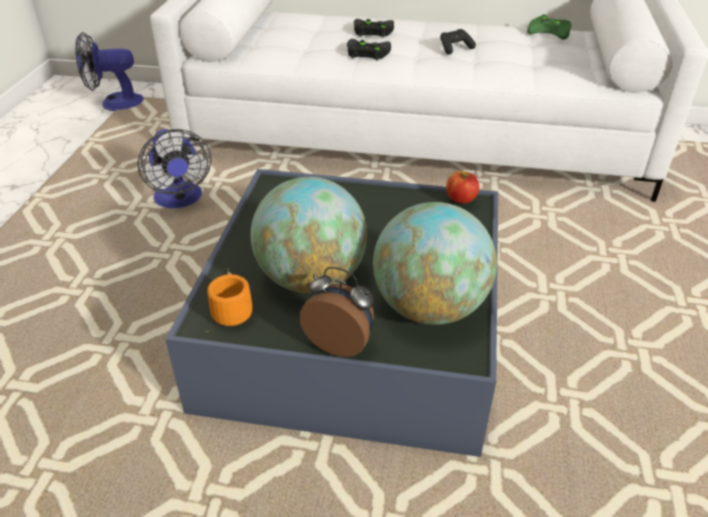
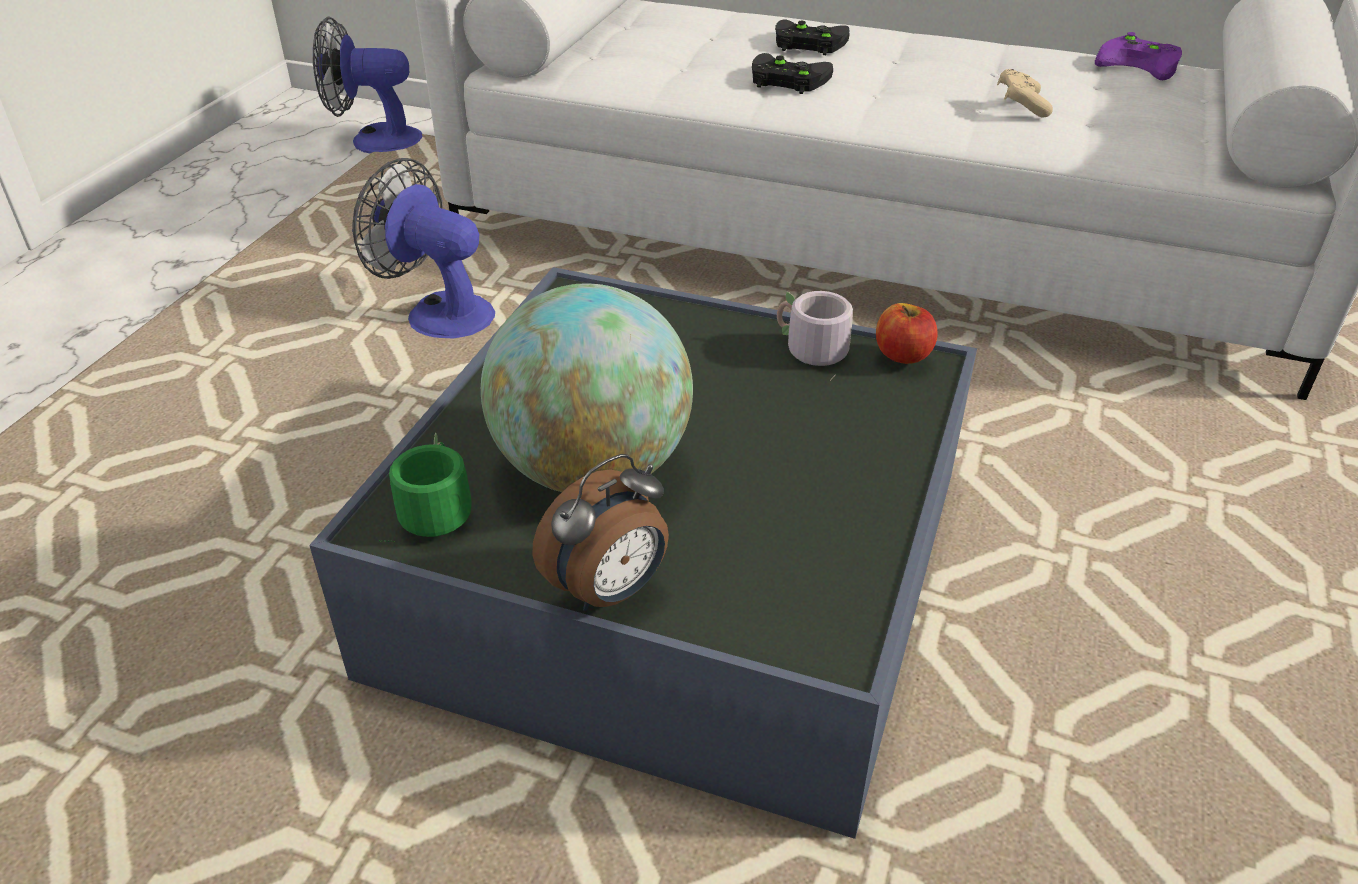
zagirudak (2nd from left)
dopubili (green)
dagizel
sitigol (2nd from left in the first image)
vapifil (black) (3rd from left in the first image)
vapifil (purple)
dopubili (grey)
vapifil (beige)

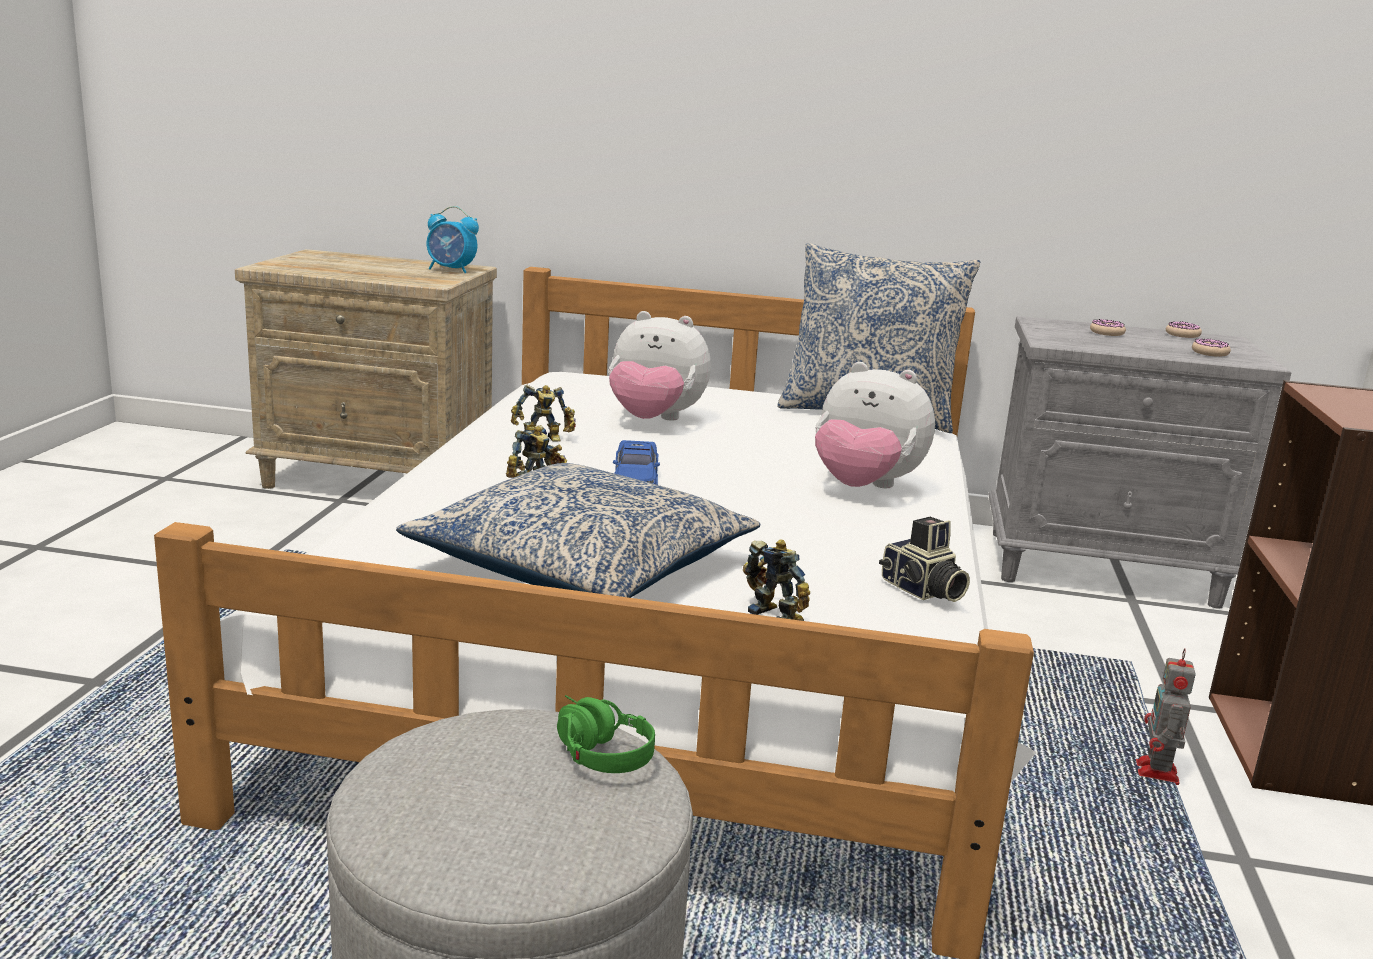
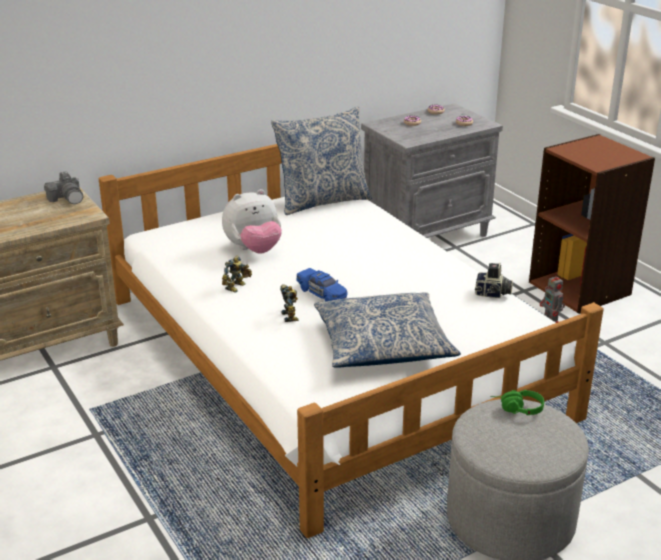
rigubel (1st from left)
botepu (3rd from left in the first image)
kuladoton (2nd from left in the first image)

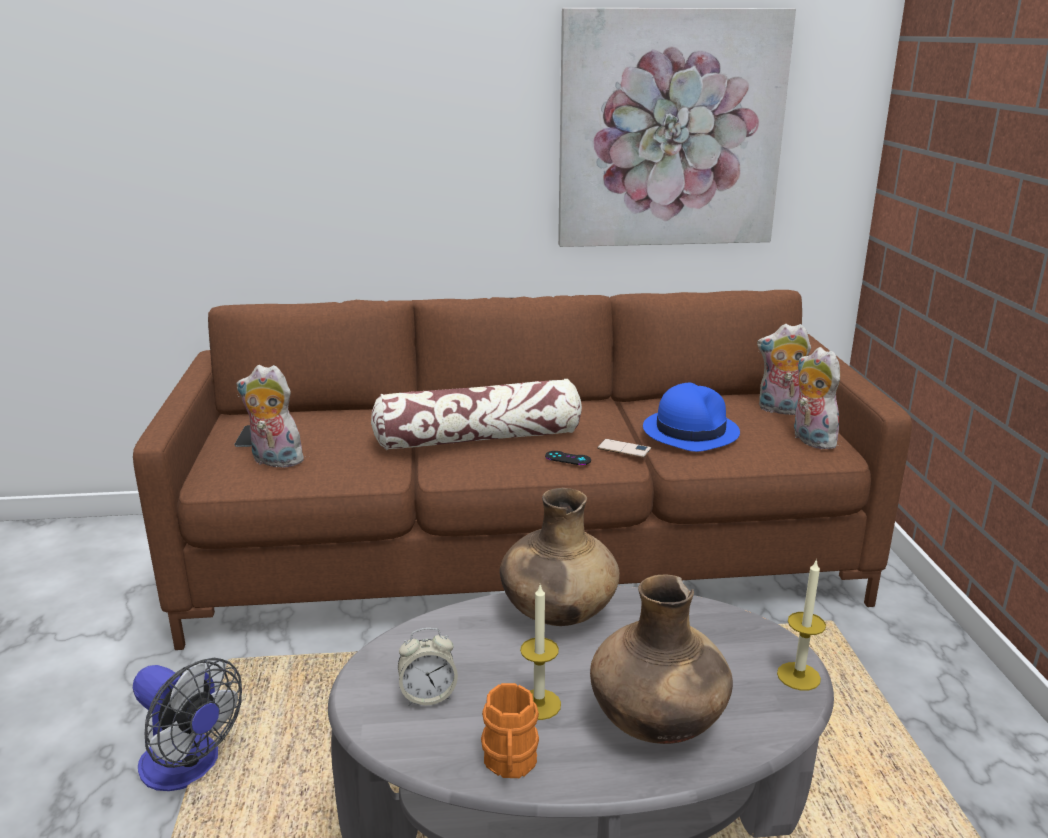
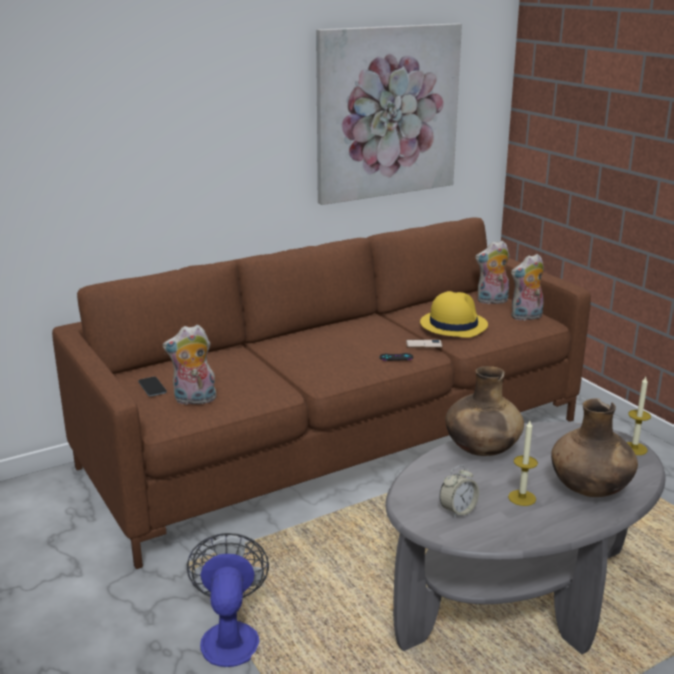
zagirudak
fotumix
dopubili (orange)
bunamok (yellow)
kuladoton (3rd from left)

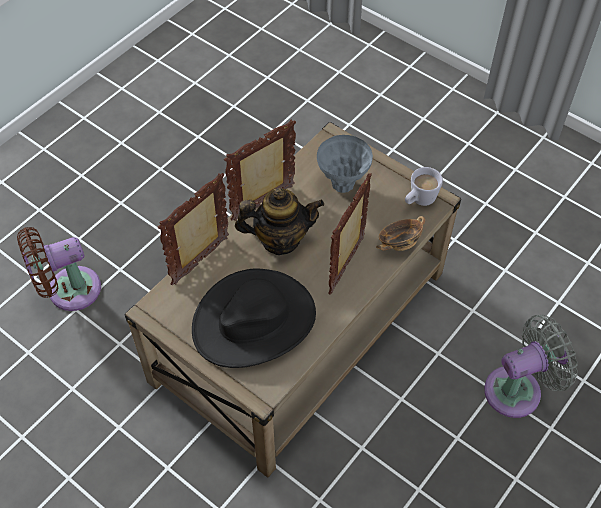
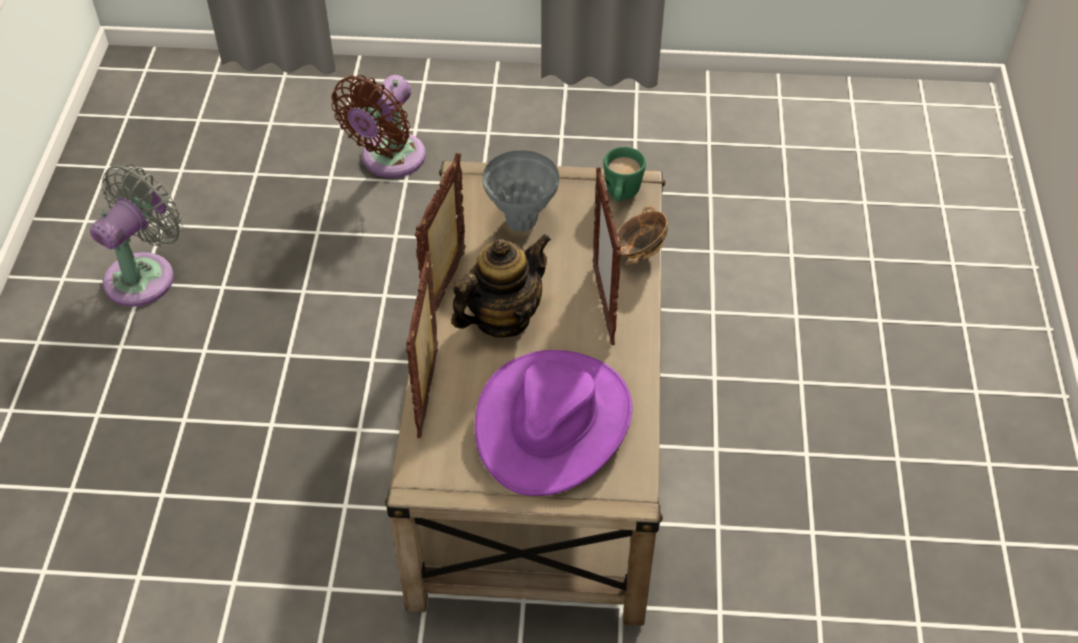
zagirudak (brown)
bunamok (purple)
dopubili (green)
zagirudak (grey)

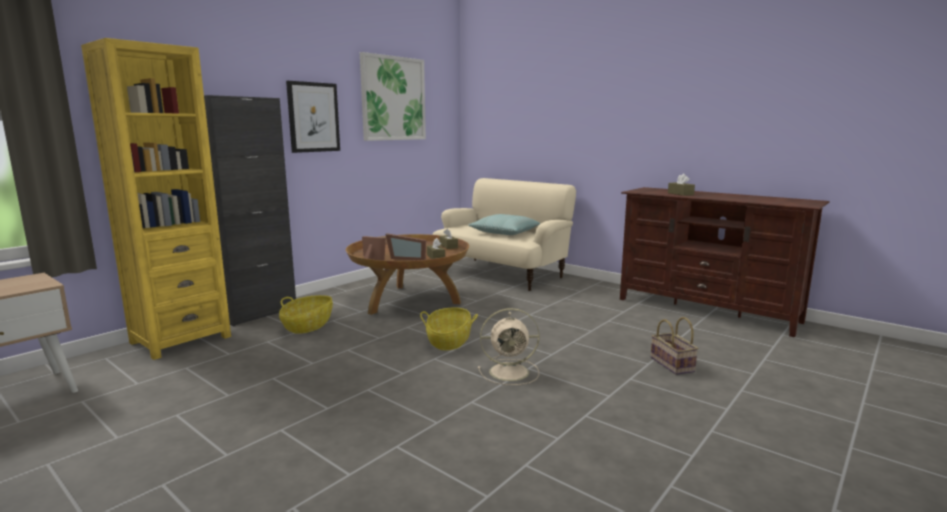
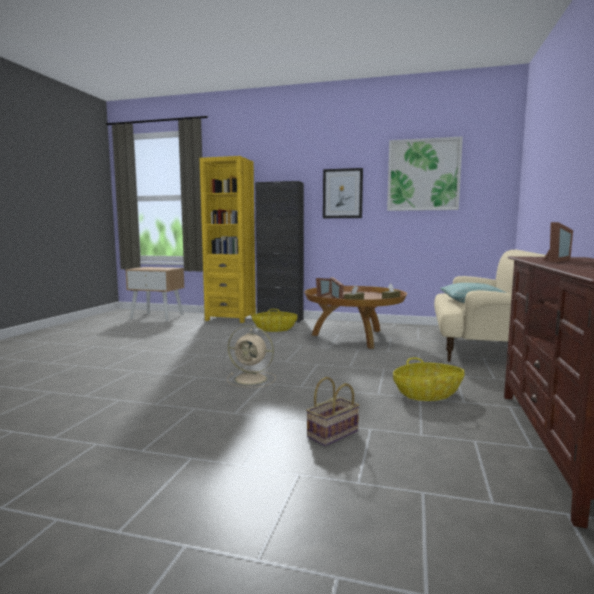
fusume (3rd from left)
zagirudak (beige)
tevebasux (3rd from left)

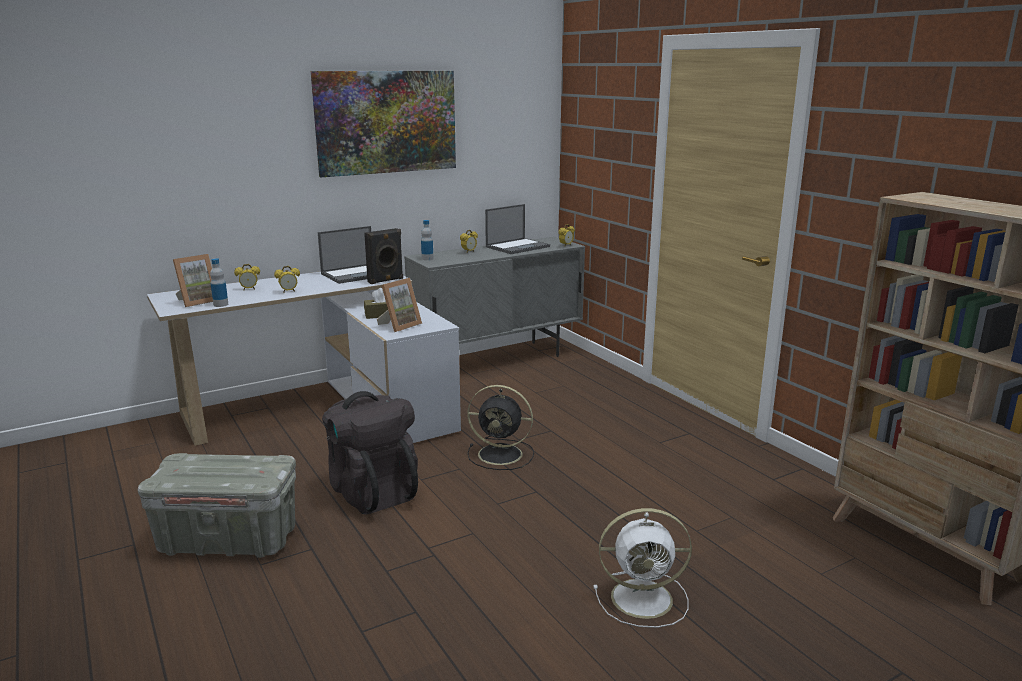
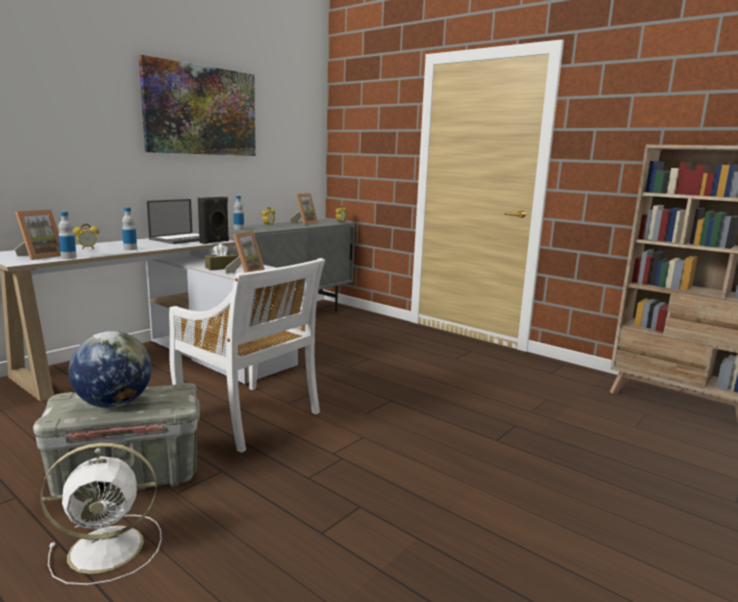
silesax (2nd from left)
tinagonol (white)
zagirudak (black)
tevebasux (3rd from left)
zagirudak (white)
sitigol

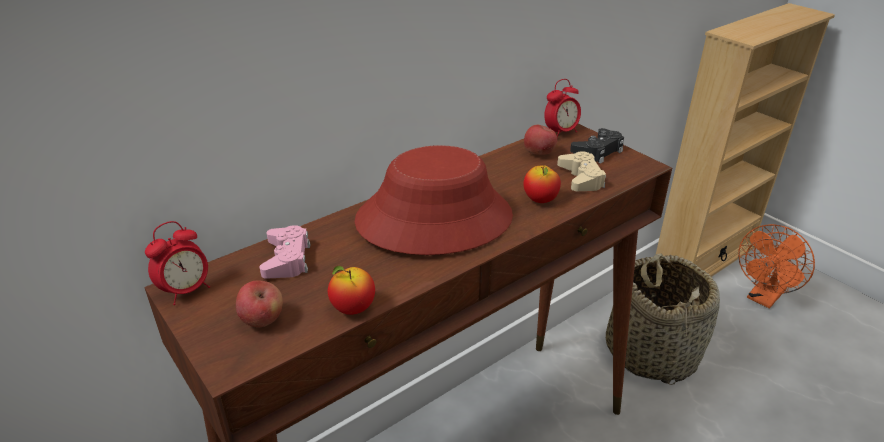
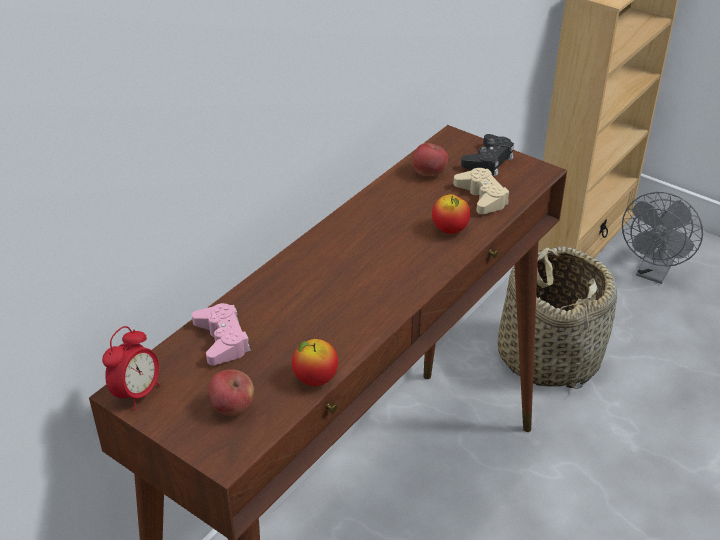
bunamok (red)
dagizel (2nd from left in the first image)
zagirudak (grey)

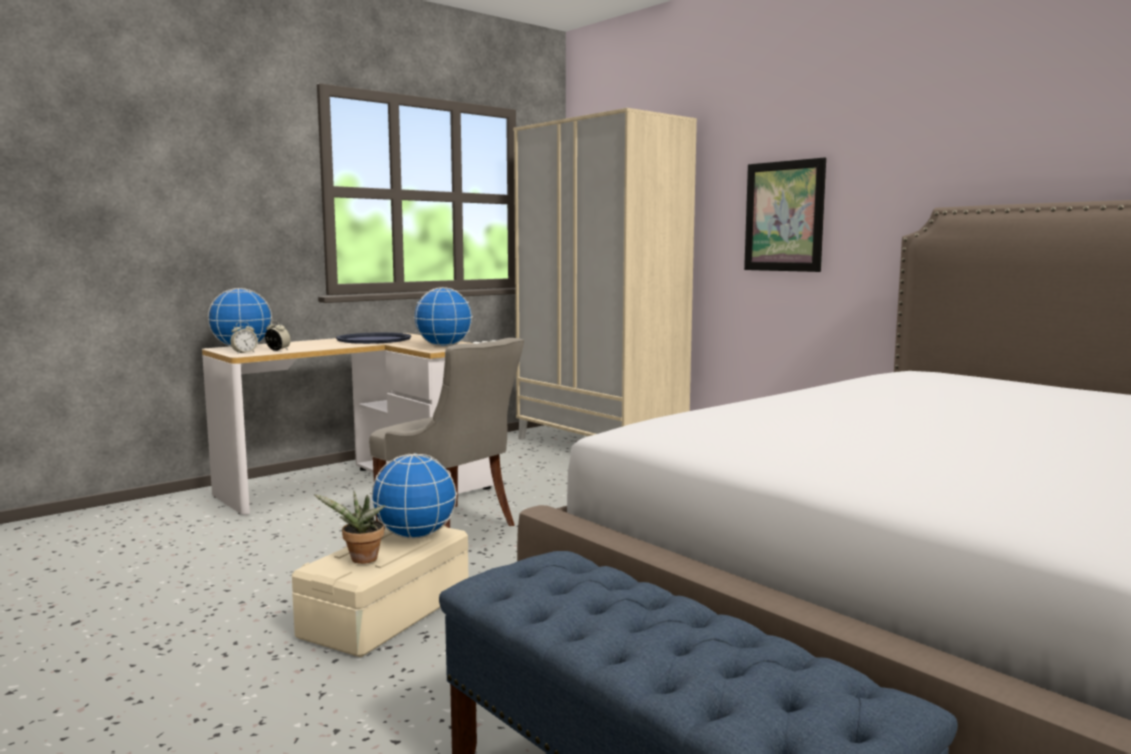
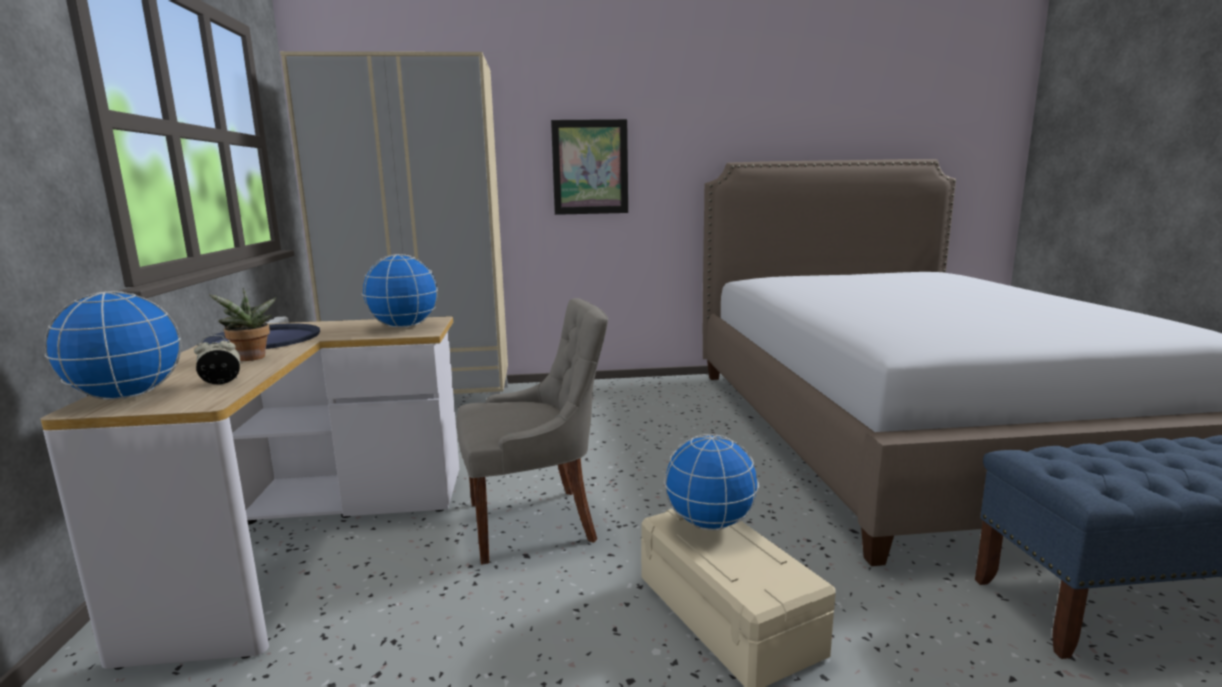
dagizel (1st from left in the first image)
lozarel

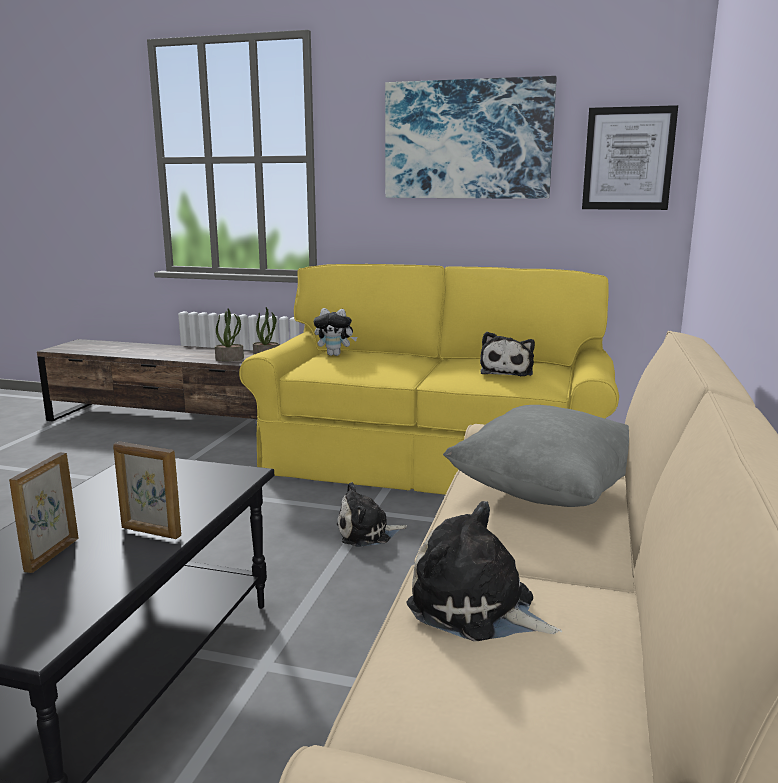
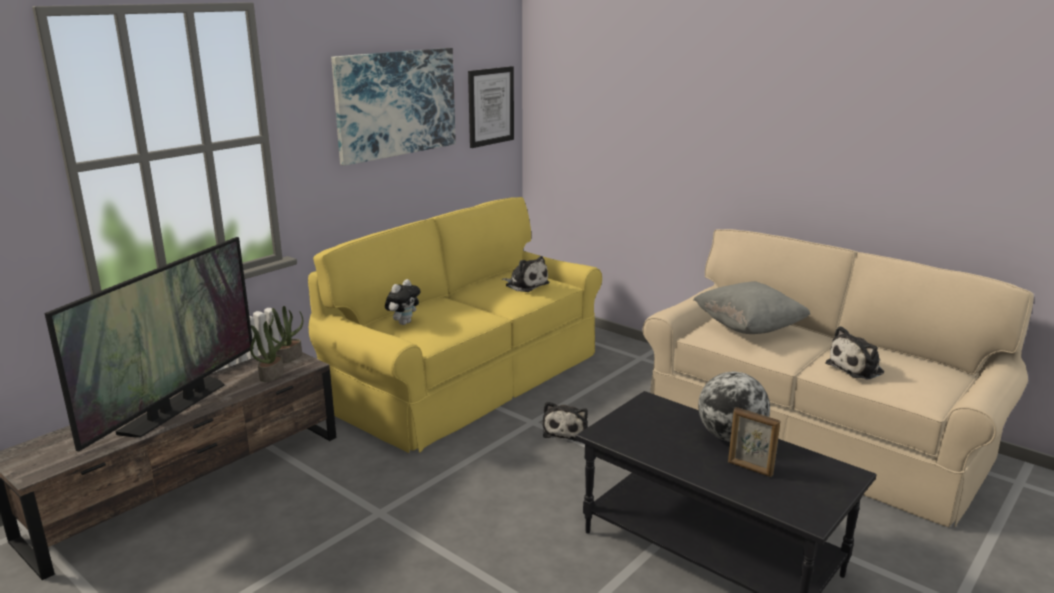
sitigol
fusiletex

